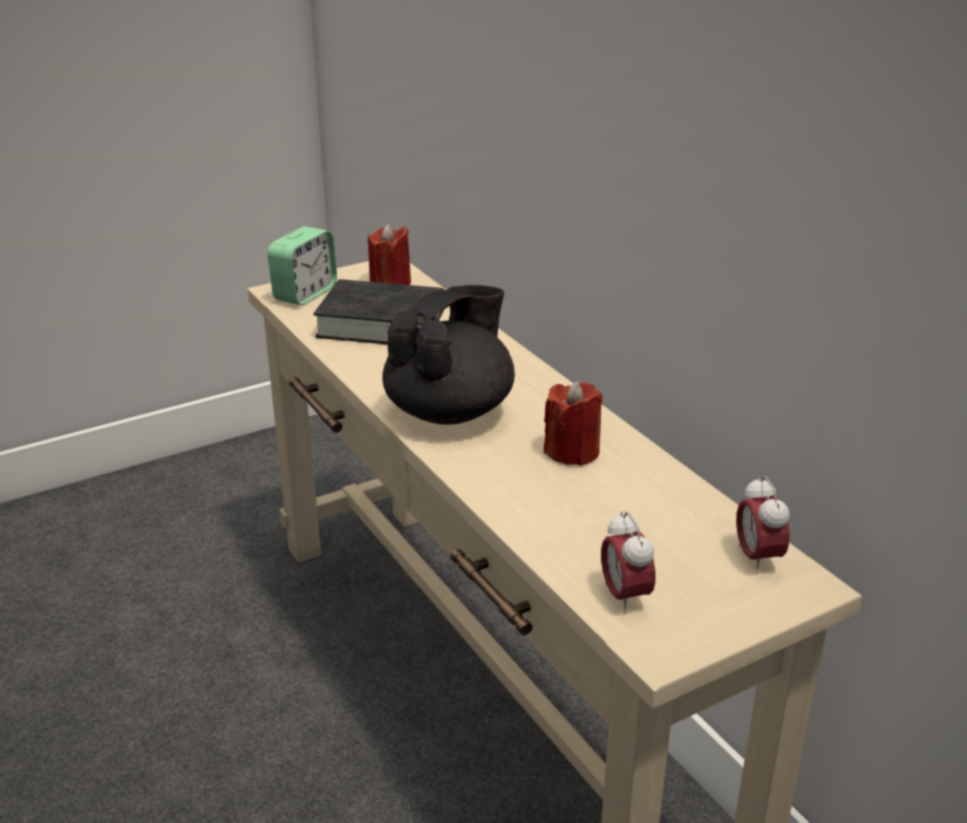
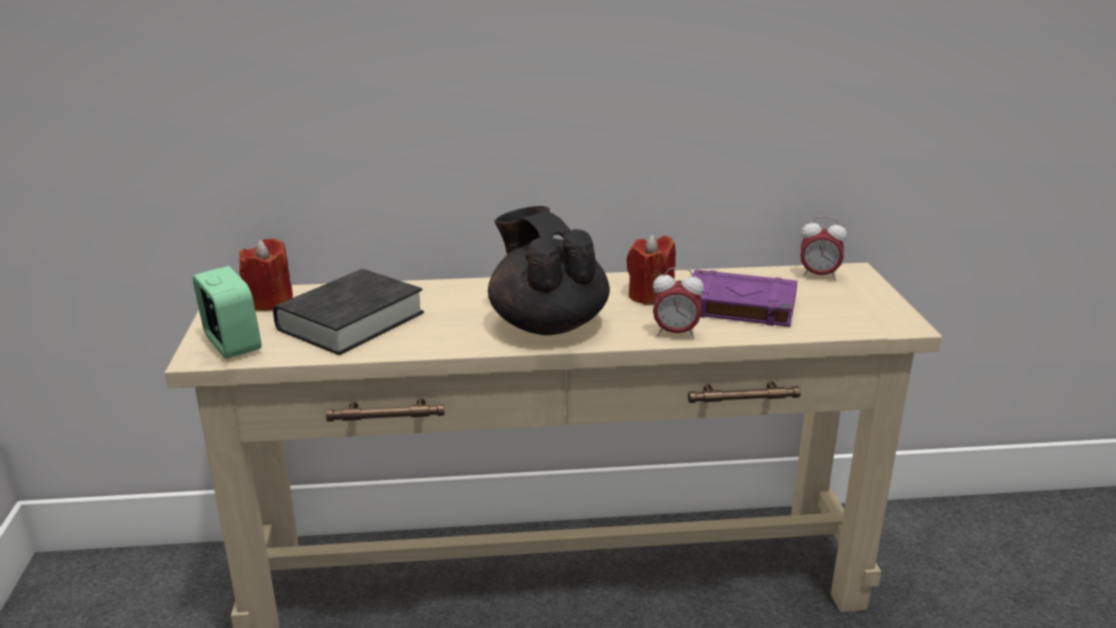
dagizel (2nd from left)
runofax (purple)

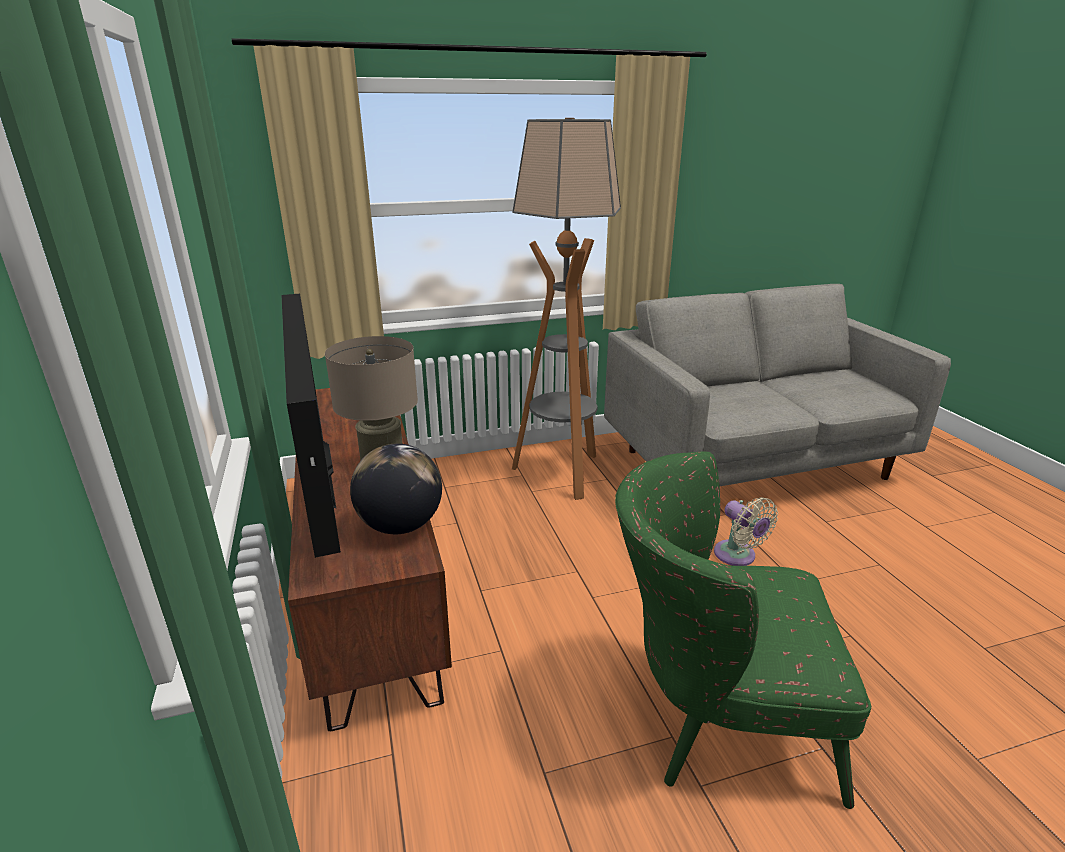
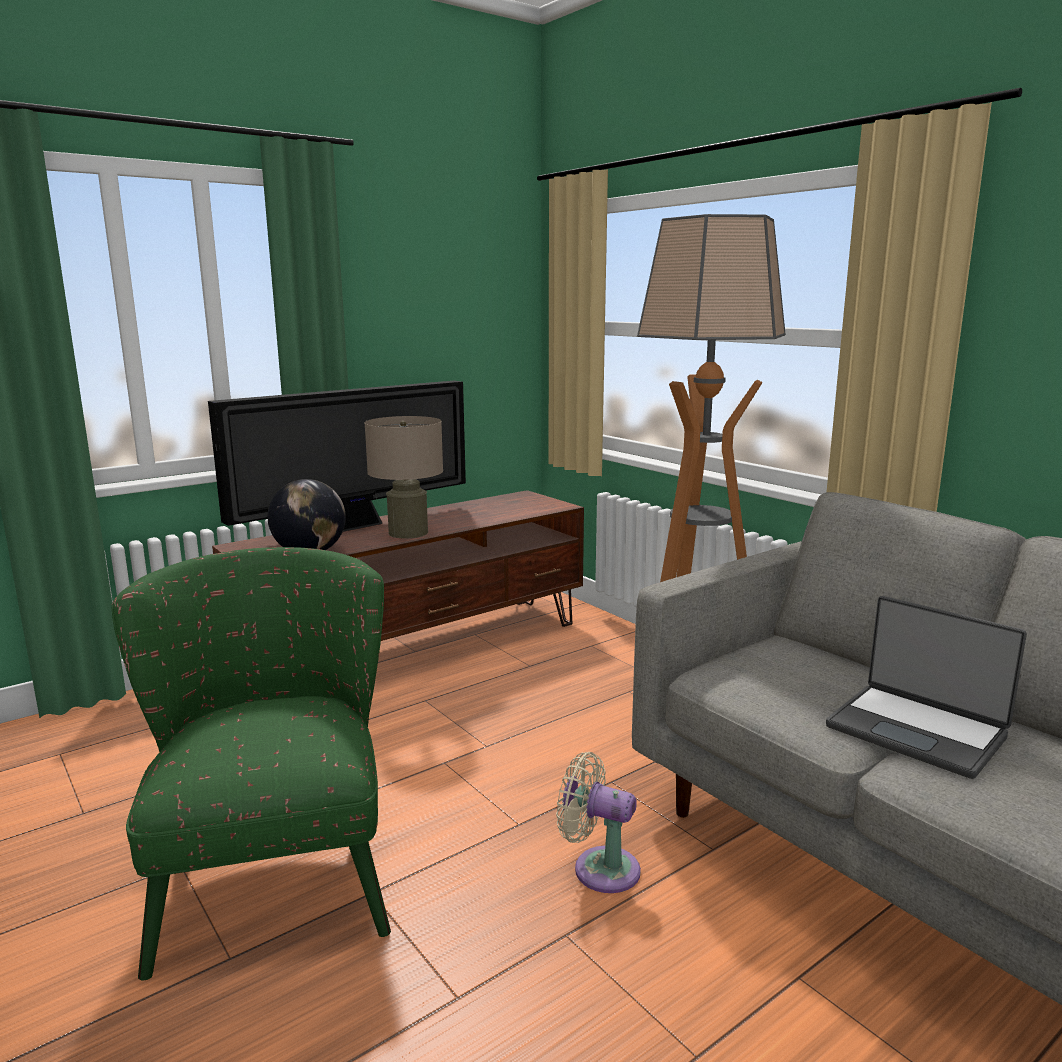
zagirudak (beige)
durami

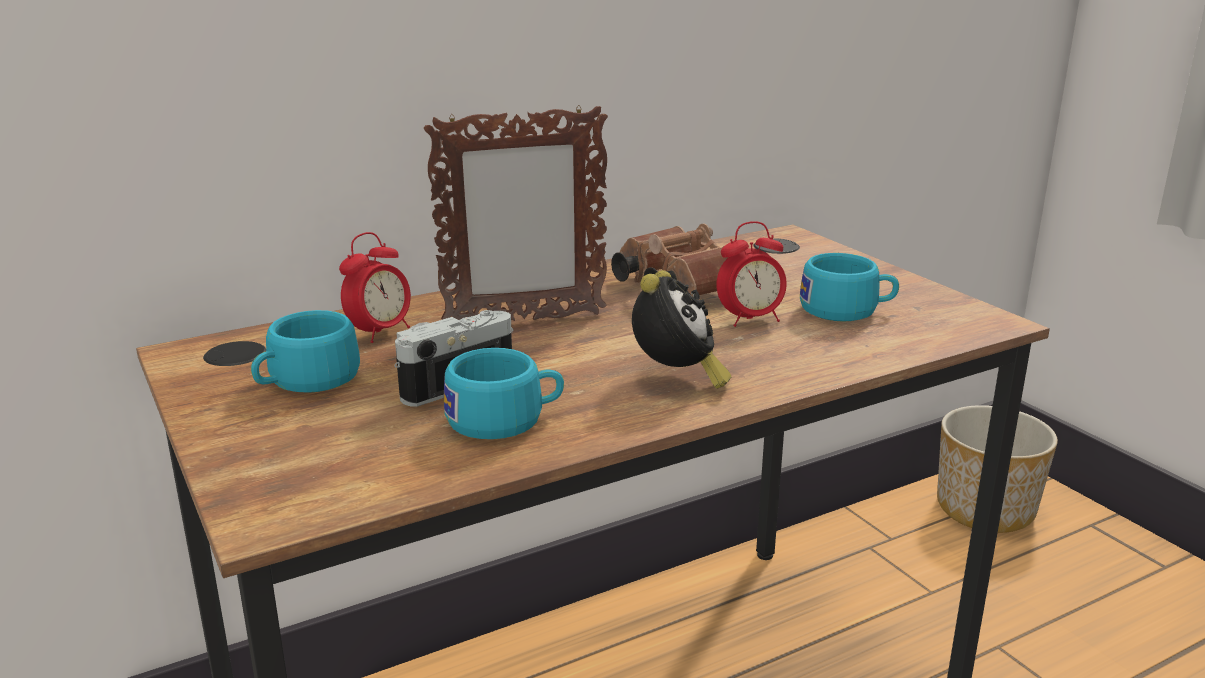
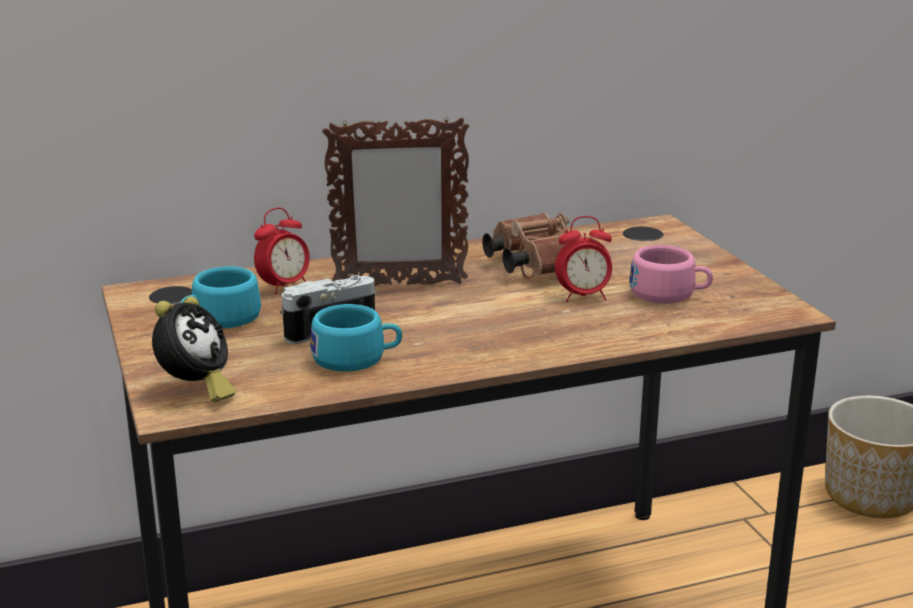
dagizel (1st from left)
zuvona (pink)

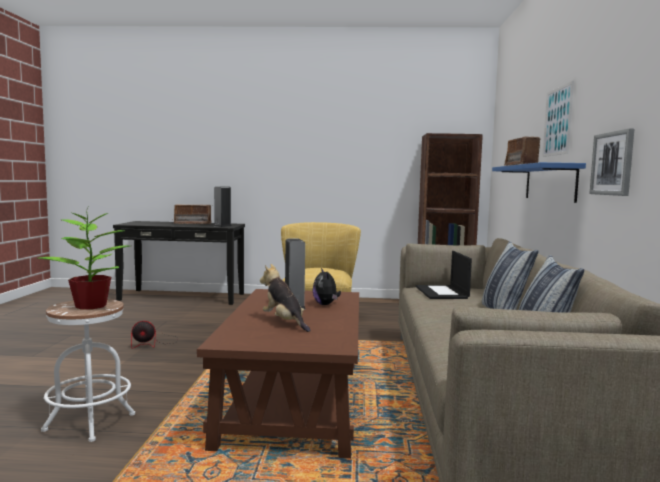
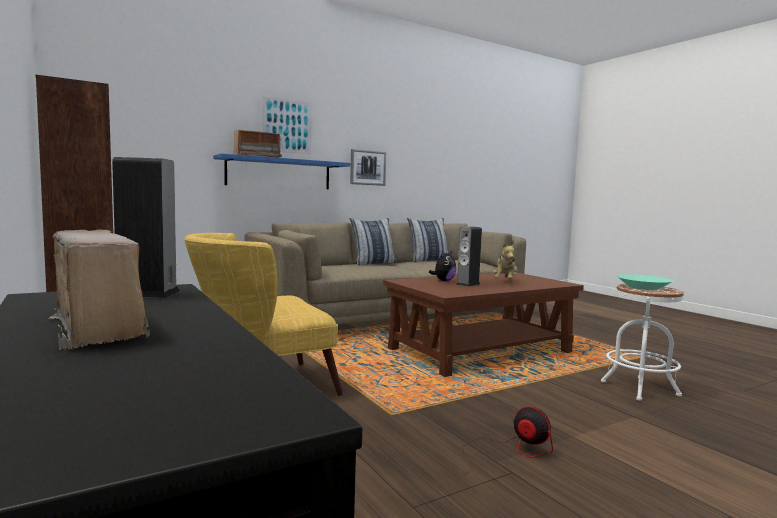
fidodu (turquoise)
durami

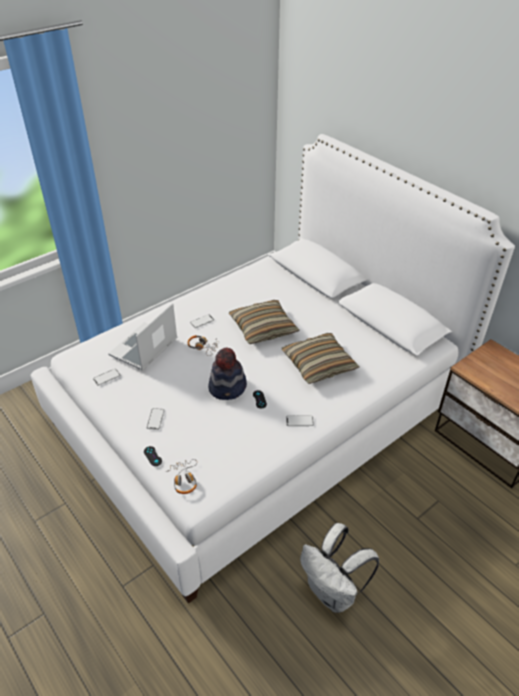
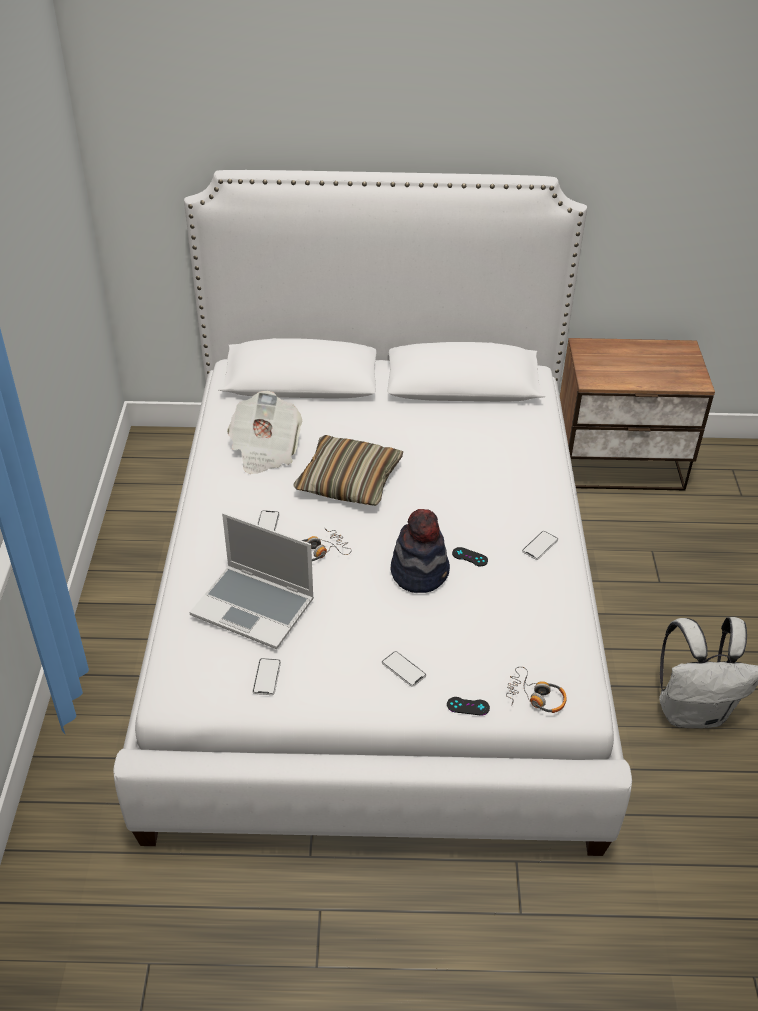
durami
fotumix (2nd from left in the first image)
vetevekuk

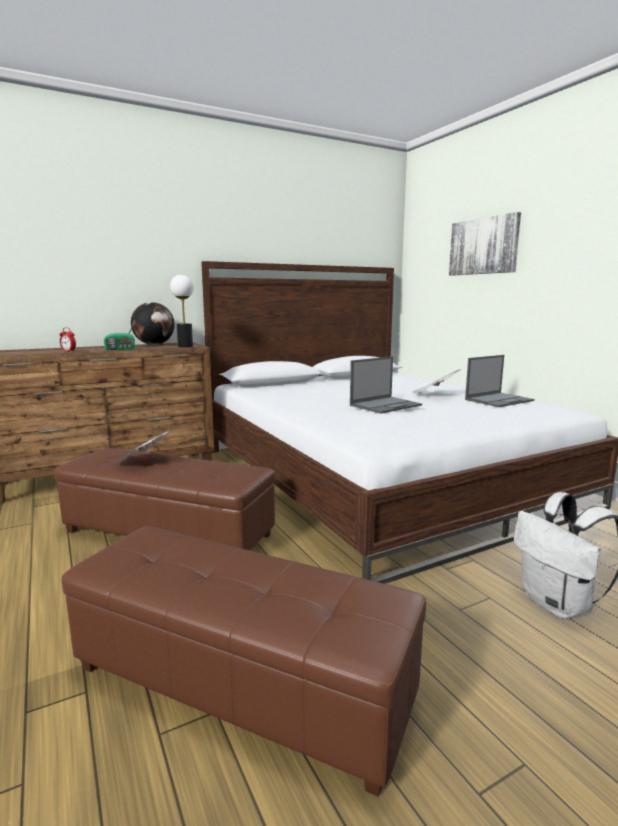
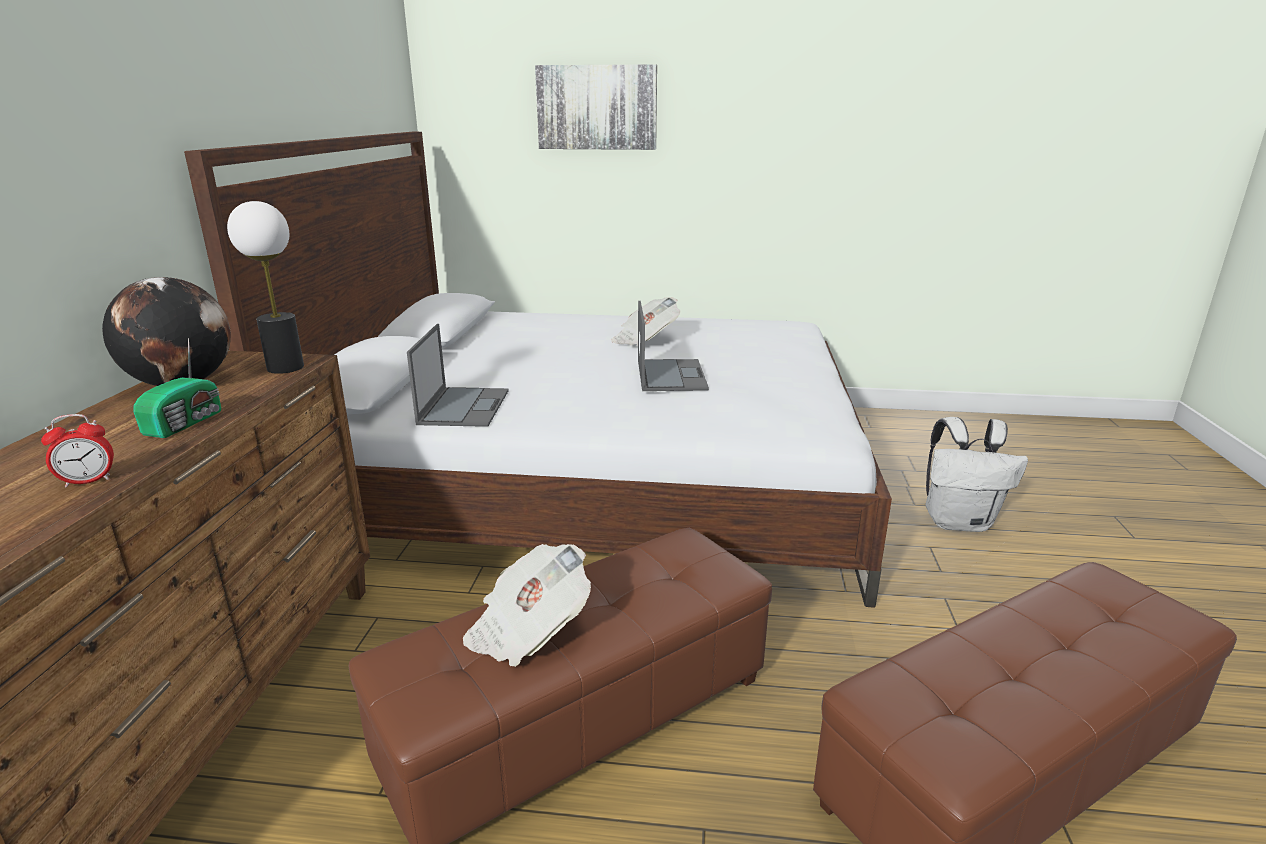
durami (1st from left)

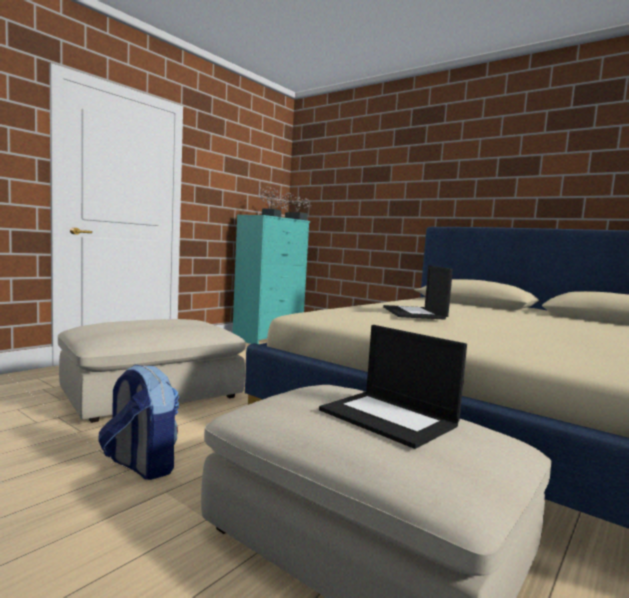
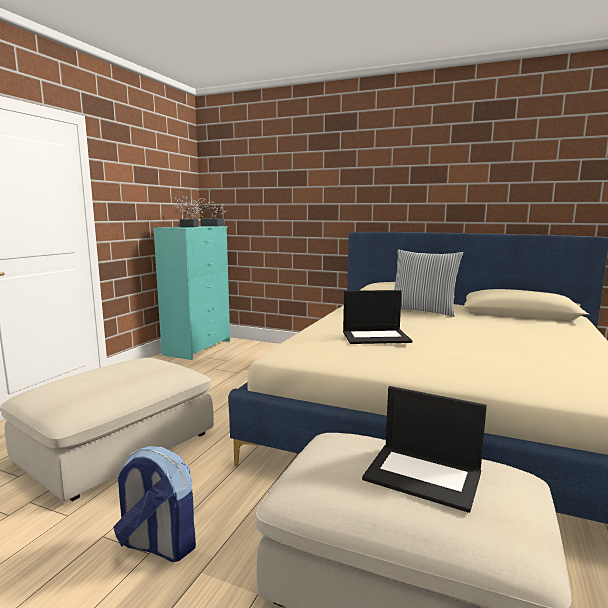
durami (1st from left)
fotumix

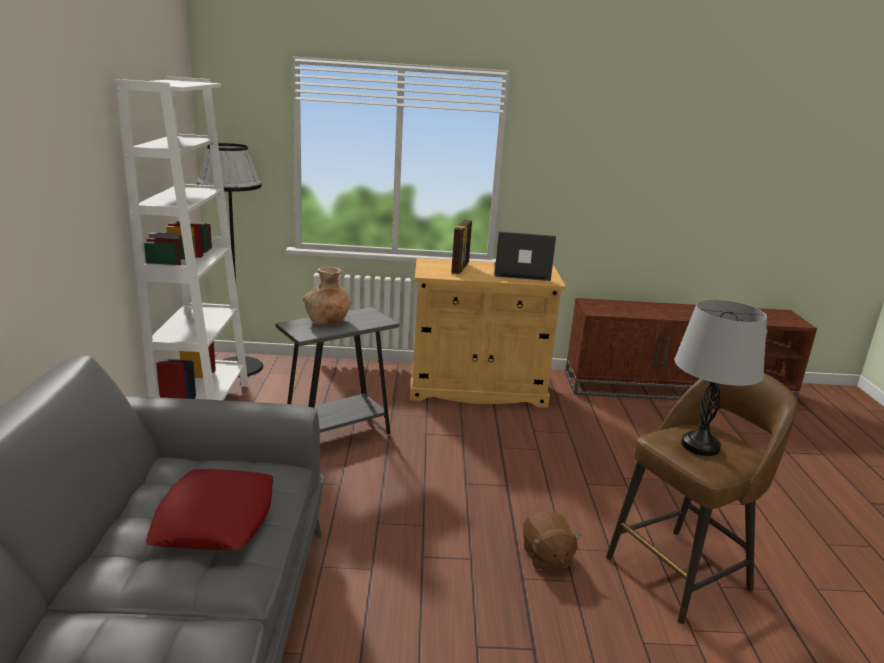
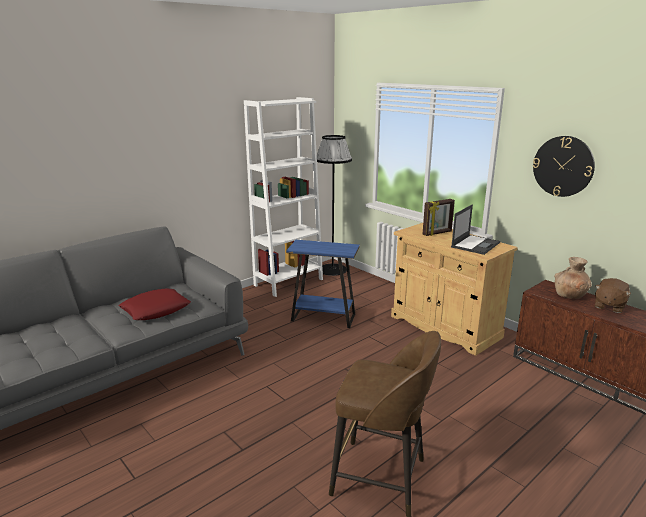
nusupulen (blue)
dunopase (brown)
durami
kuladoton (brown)
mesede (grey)
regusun

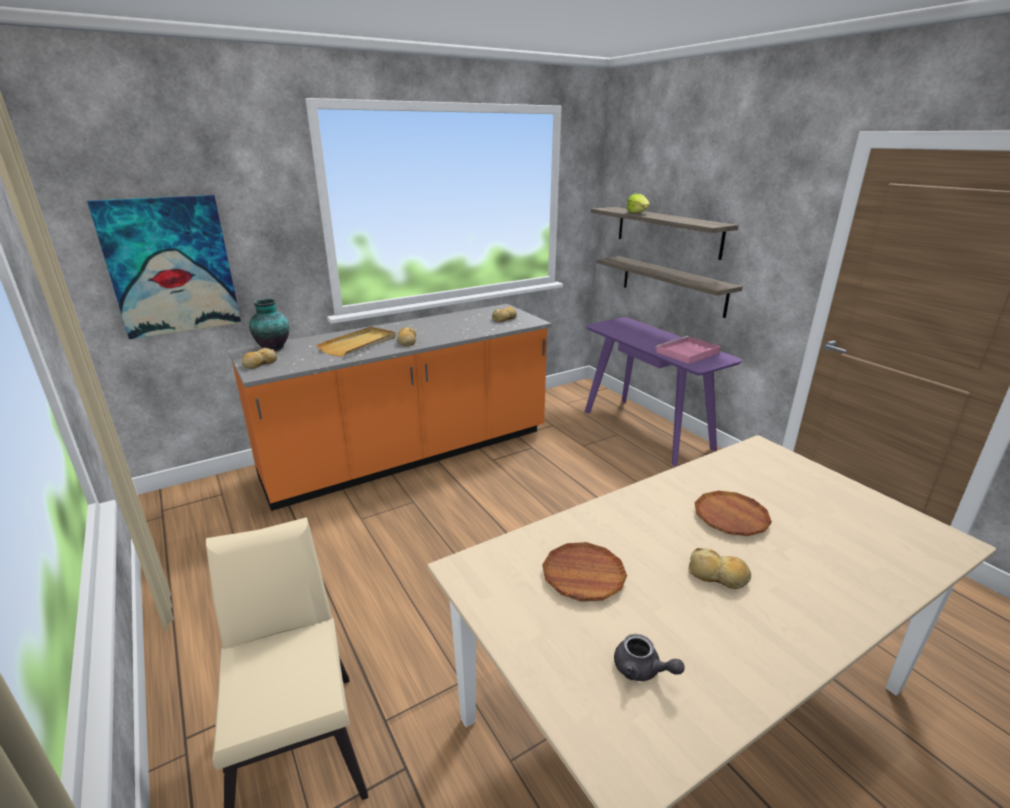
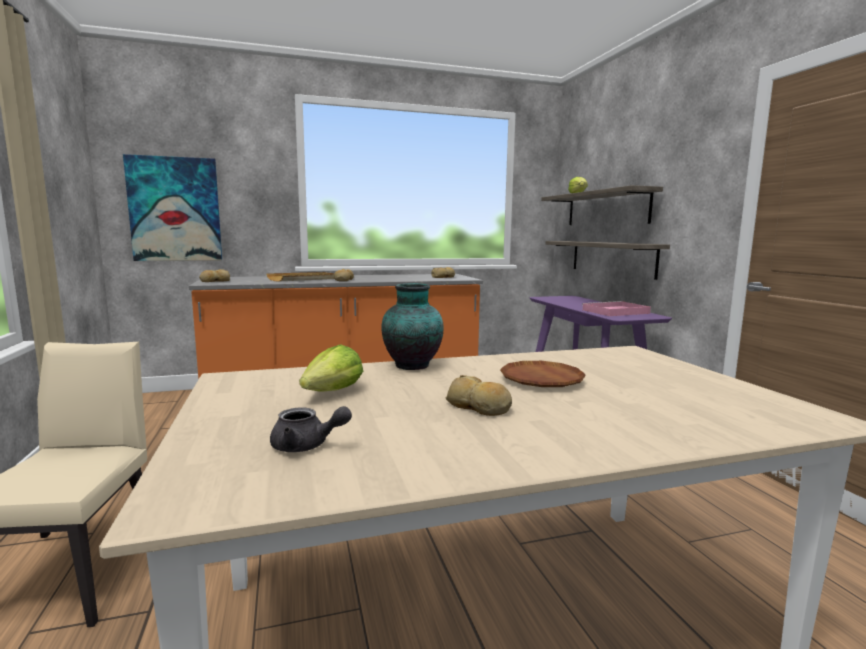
dunopase
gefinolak (1st from left)
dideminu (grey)

